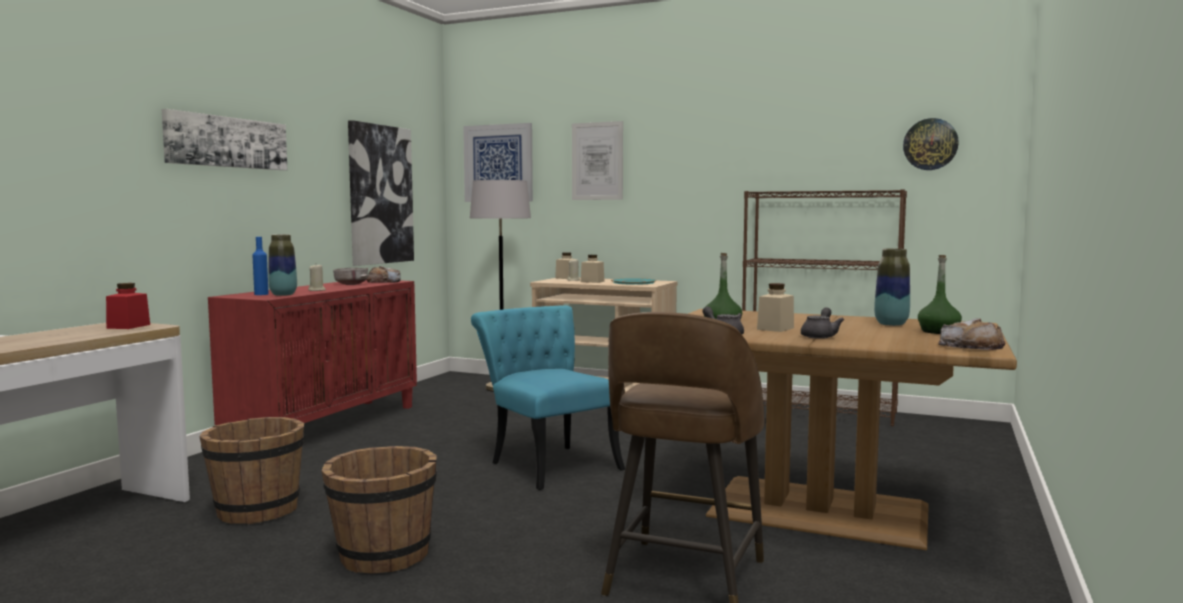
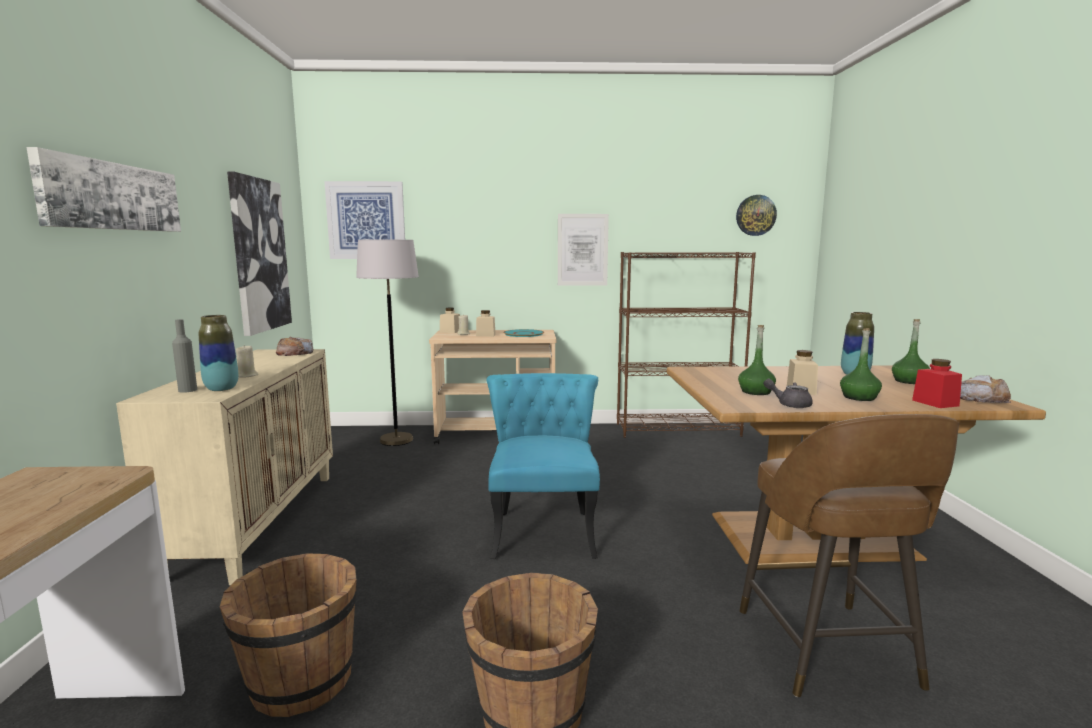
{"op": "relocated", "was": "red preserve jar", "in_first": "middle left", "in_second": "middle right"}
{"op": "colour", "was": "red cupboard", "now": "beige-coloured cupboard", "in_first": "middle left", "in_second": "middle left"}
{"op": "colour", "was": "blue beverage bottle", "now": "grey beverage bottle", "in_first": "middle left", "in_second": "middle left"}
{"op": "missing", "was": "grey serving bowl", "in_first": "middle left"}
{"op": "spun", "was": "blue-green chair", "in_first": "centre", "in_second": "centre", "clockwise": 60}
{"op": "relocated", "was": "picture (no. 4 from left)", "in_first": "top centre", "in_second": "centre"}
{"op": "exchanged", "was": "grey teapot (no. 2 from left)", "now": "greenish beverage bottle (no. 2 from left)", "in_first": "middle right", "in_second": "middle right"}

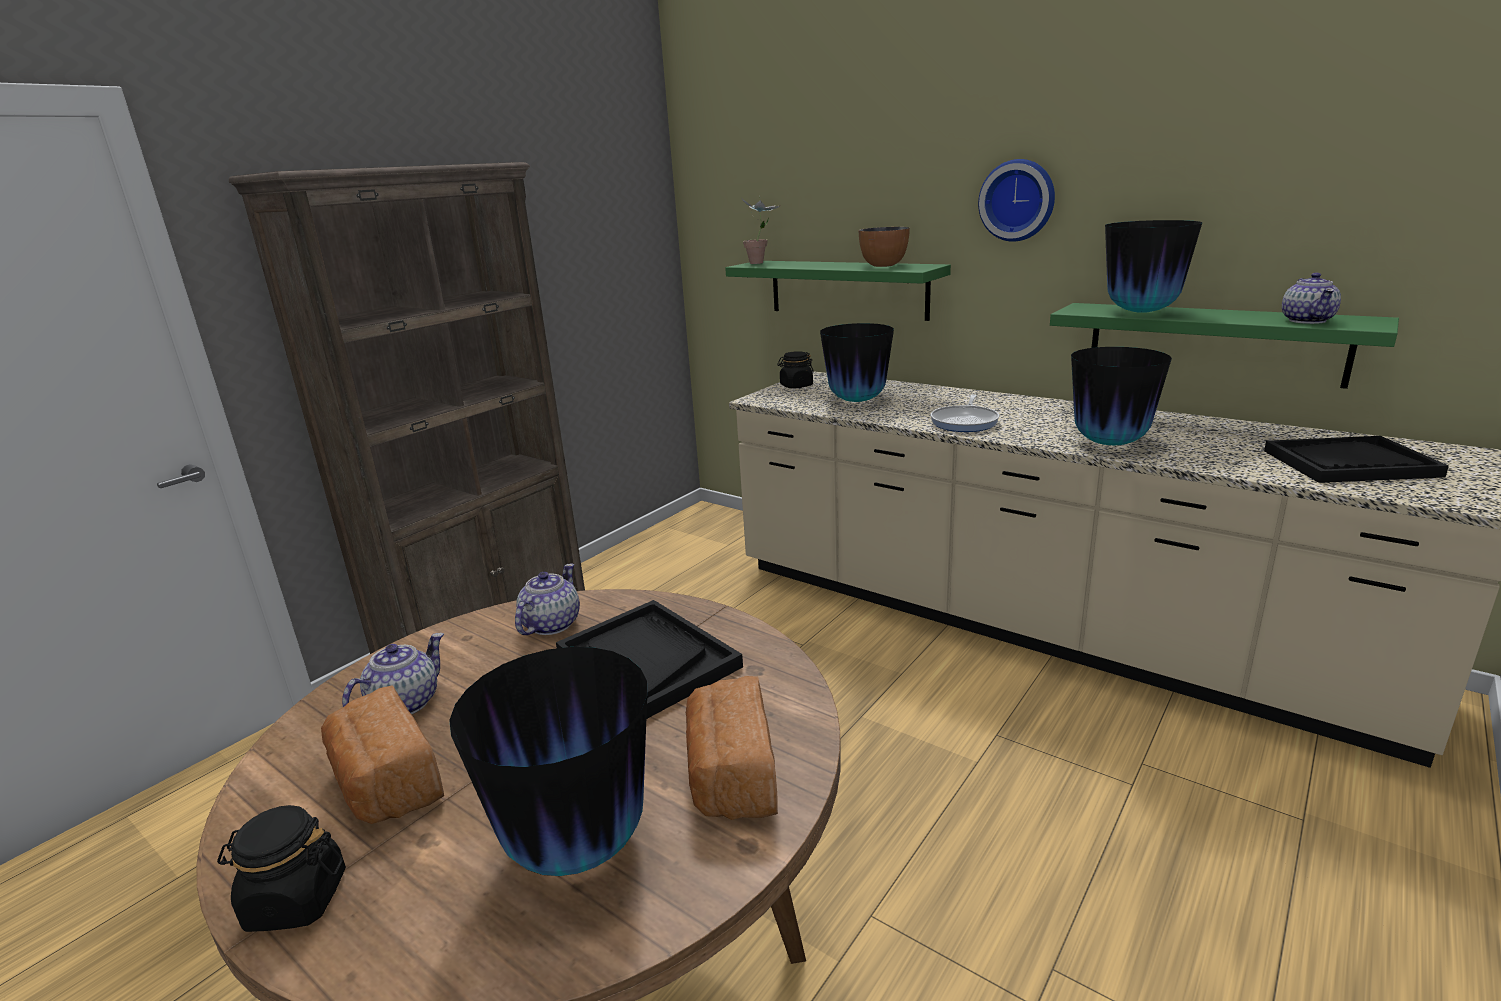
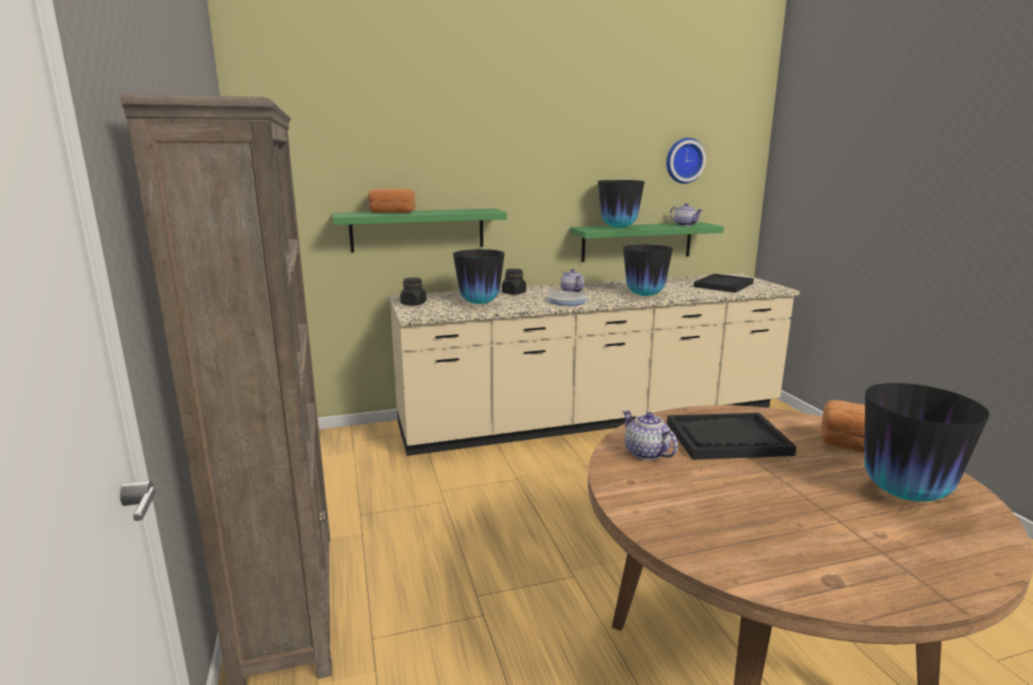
{"op": "relocated", "was": "blackish preserve jar (no. 1 from left in the first image)", "now": "blackish preserve jar (no. 2 from left)", "in_first": "bottom left", "in_second": "centre"}
{"op": "relocated", "was": "bread (no. 1 from left)", "in_first": "bottom left", "in_second": "top centre"}
{"op": "relocated", "was": "teapot (no. 1 from left)", "in_first": "bottom left", "in_second": "centre"}
{"op": "missing", "was": "potted plant", "in_first": "top centre"}
{"op": "missing", "was": "serving bowl", "in_first": "top centre"}
{"op": "relocated", "was": "wall clock", "in_first": "top right", "in_second": "top centre"}

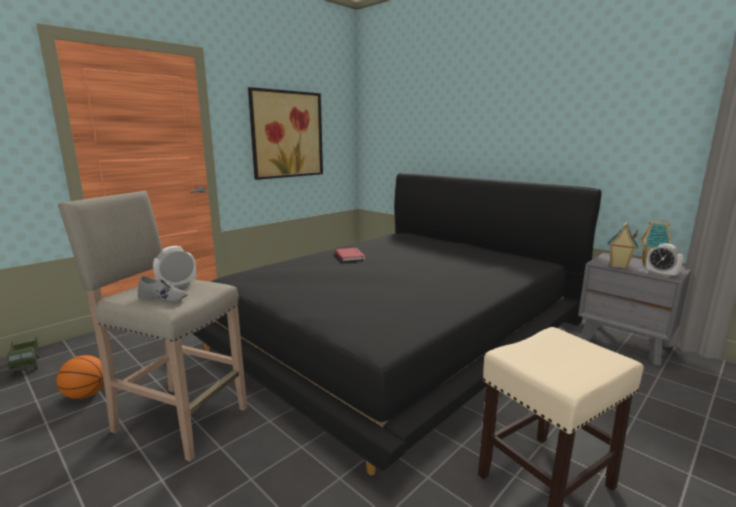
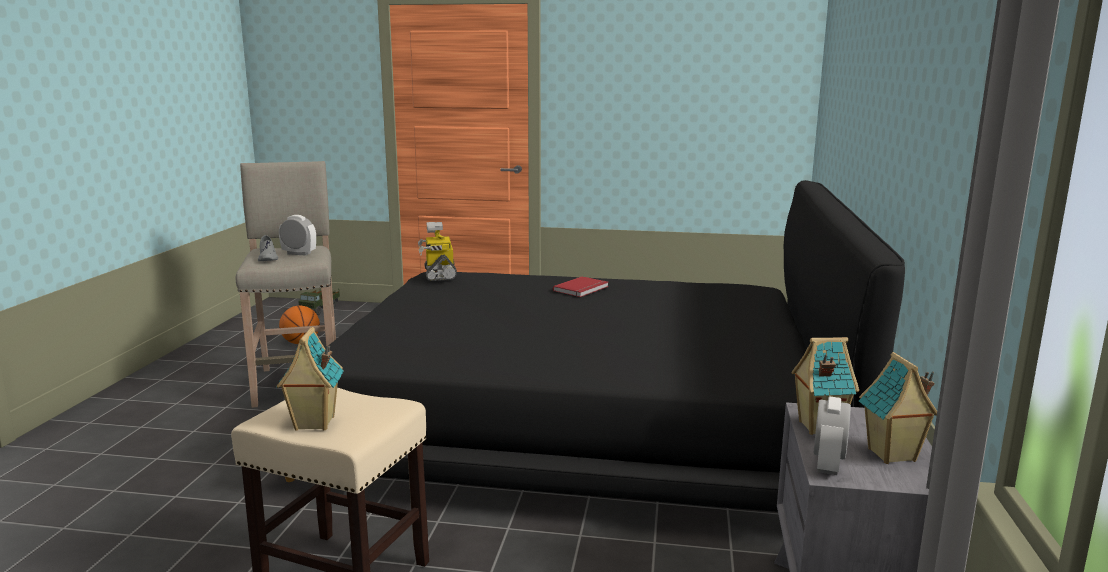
{"op": "missing", "was": "picture", "in_first": "top centre"}
{"op": "appeared", "now": "toy house (no. 1 from left)", "in_second": "middle left"}
{"op": "appeared", "now": "toy robot", "in_second": "centre"}

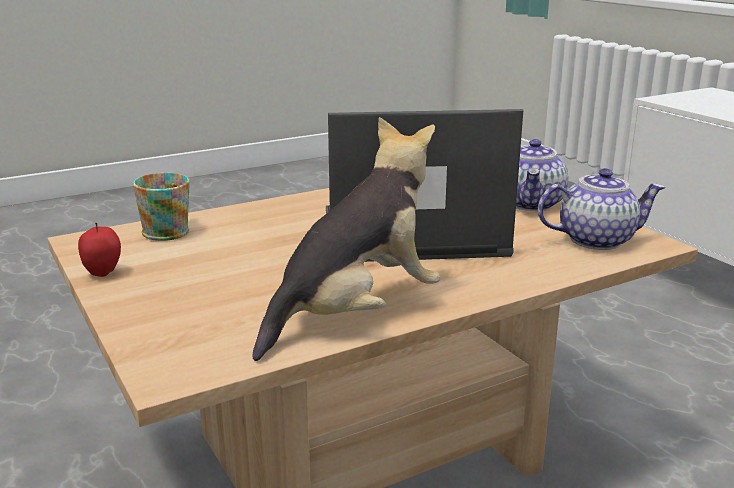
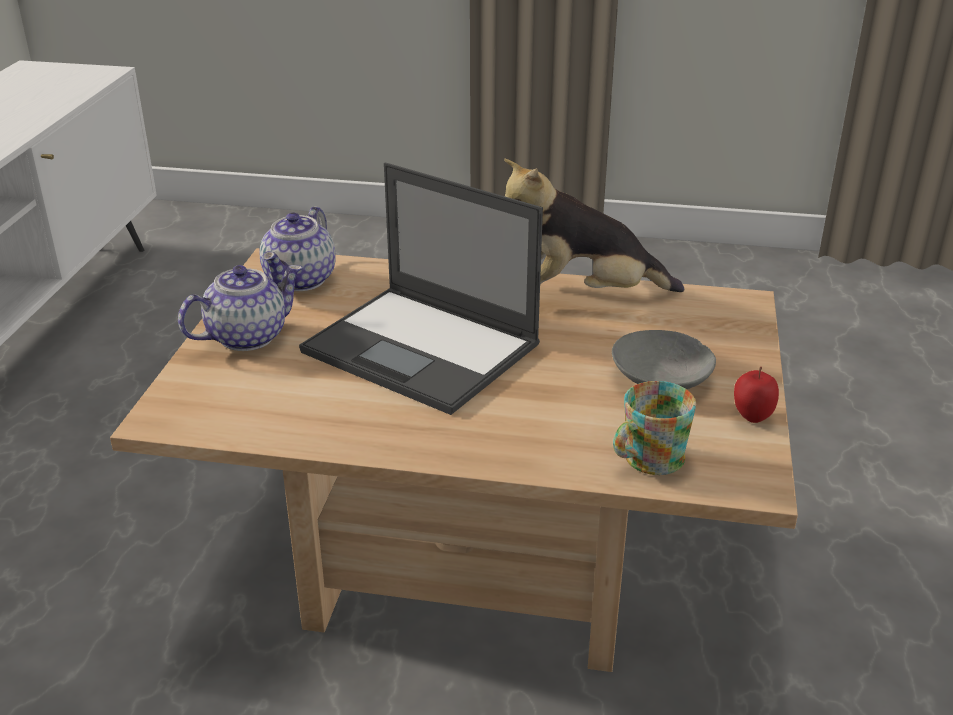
{"op": "spun", "was": "teapot (no. 2 from left)", "in_first": "middle right", "in_second": "middle left", "clockwise": -105}
{"op": "appeared", "now": "grey serving bowl", "in_second": "middle right"}

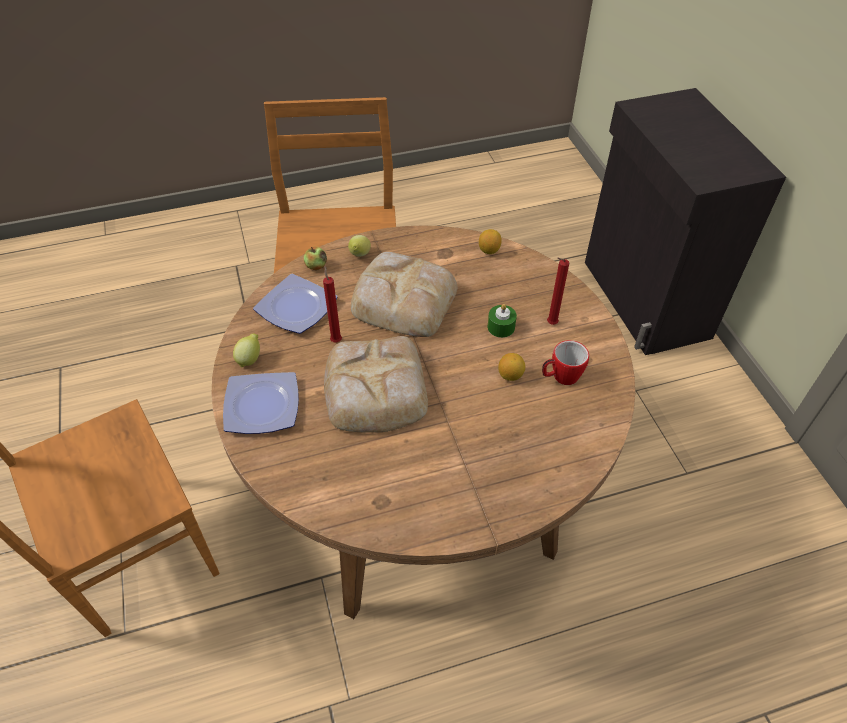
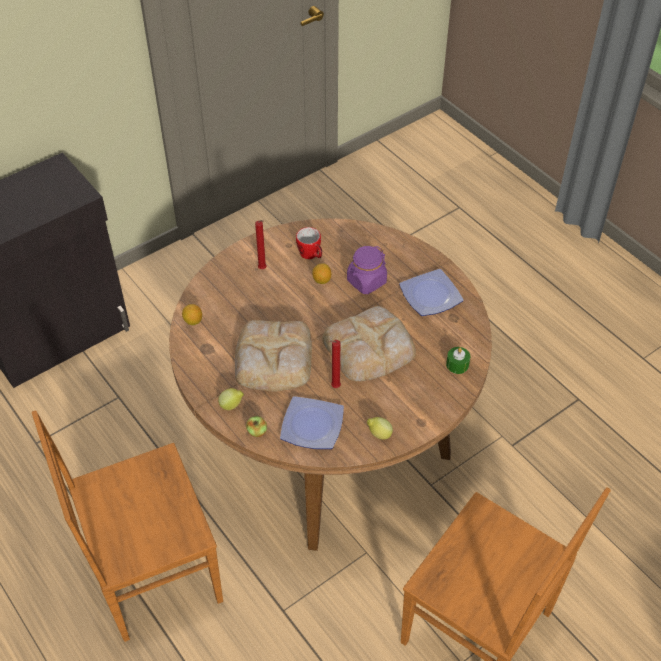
{"op": "relocated", "was": "dinner plate (no. 1 from left in the first image)", "now": "dinner plate (no. 2 from left)", "in_first": "middle left", "in_second": "centre"}
{"op": "relocated", "was": "greenish wax light", "in_first": "centre", "in_second": "middle right"}
{"op": "appeared", "now": "purplish preserve jar", "in_second": "centre"}

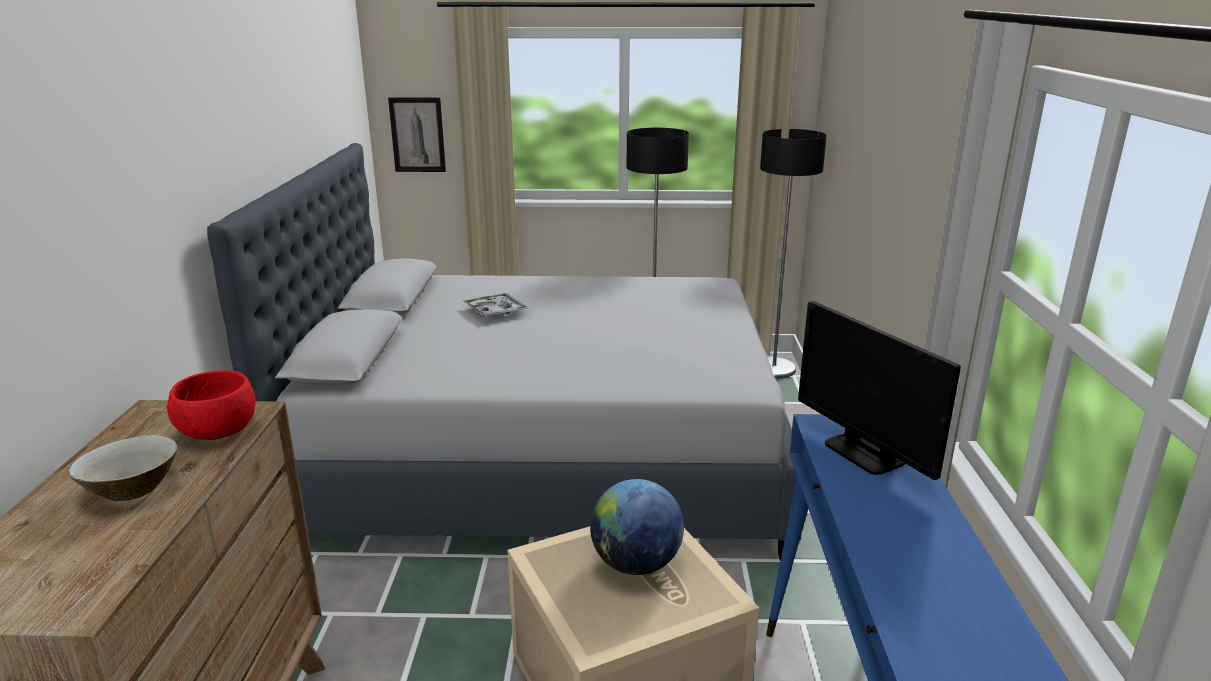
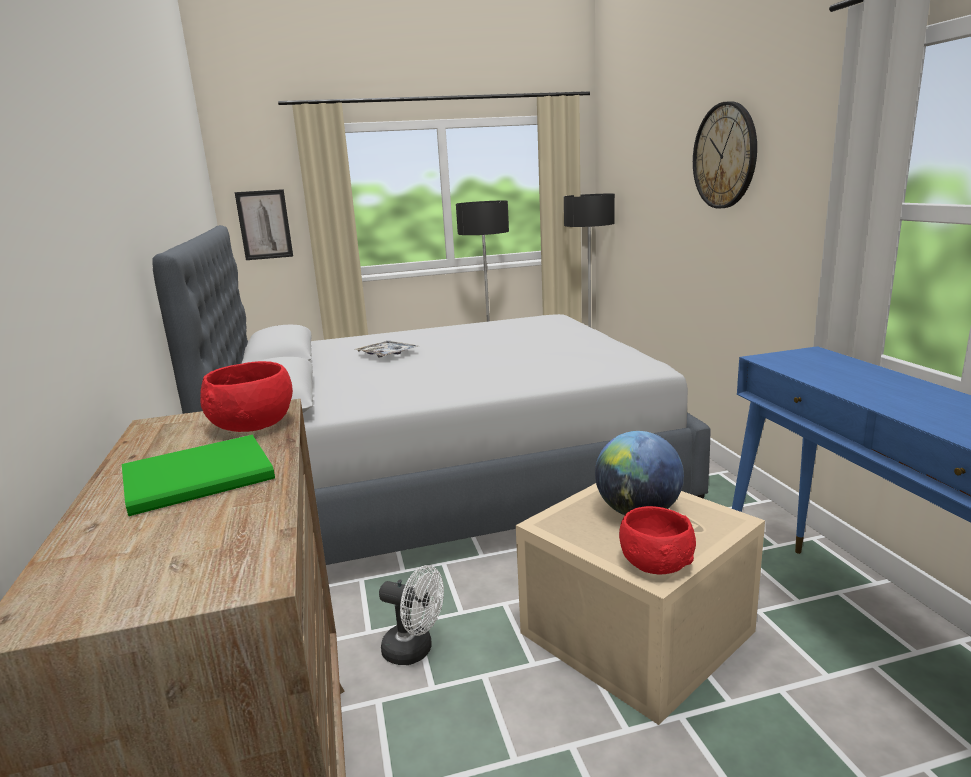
{"op": "exchanged", "was": "beige-coloured serving bowl", "now": "greenish bound book", "in_first": "bottom left", "in_second": "middle left"}
{"op": "missing", "was": "monitor", "in_first": "middle right"}
{"op": "appeared", "now": "whitish fan", "in_second": "bottom centre"}
{"op": "appeared", "now": "red serving bowl (no. 2 from left)", "in_second": "bottom right"}
{"op": "appeared", "now": "wall clock", "in_second": "top right"}

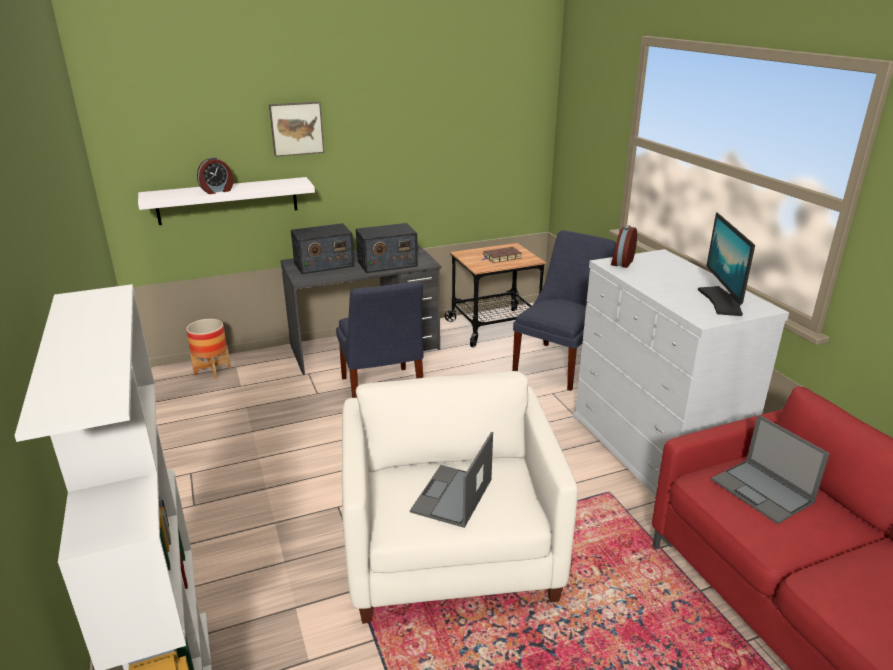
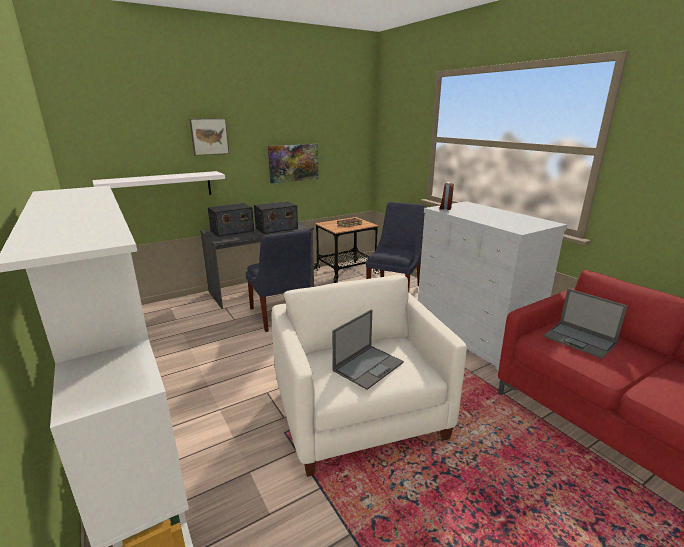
{"op": "missing", "was": "plant pot", "in_first": "middle left"}
{"op": "missing", "was": "alarm clock (no. 1 from left)", "in_first": "top left"}
{"op": "spun", "was": "portable computer (no. 1 from left)", "in_first": "bottom centre", "in_second": "centre", "clockwise": -150}
{"op": "missing", "was": "monitor", "in_first": "middle right"}
{"op": "appeared", "now": "picture (no. 2 from left)", "in_second": "top centre"}

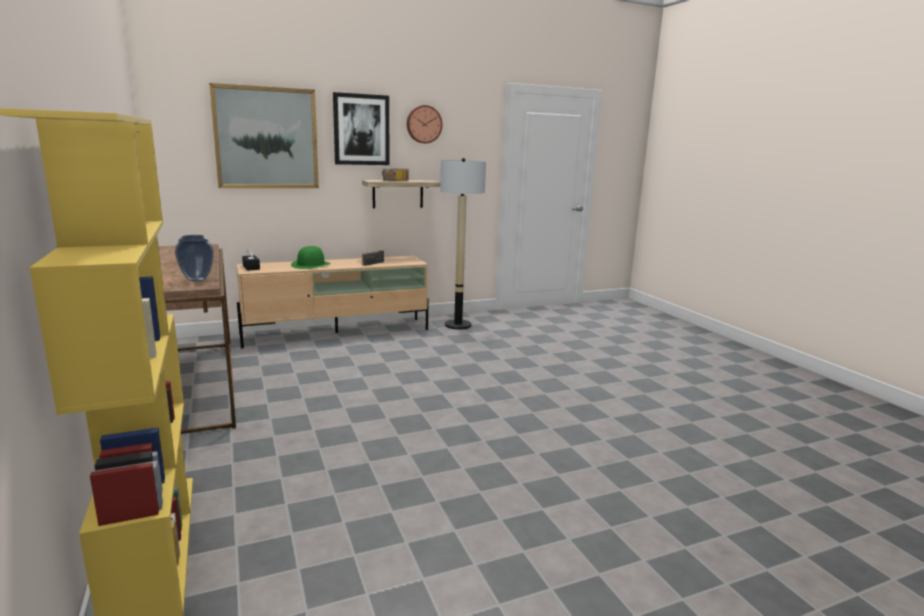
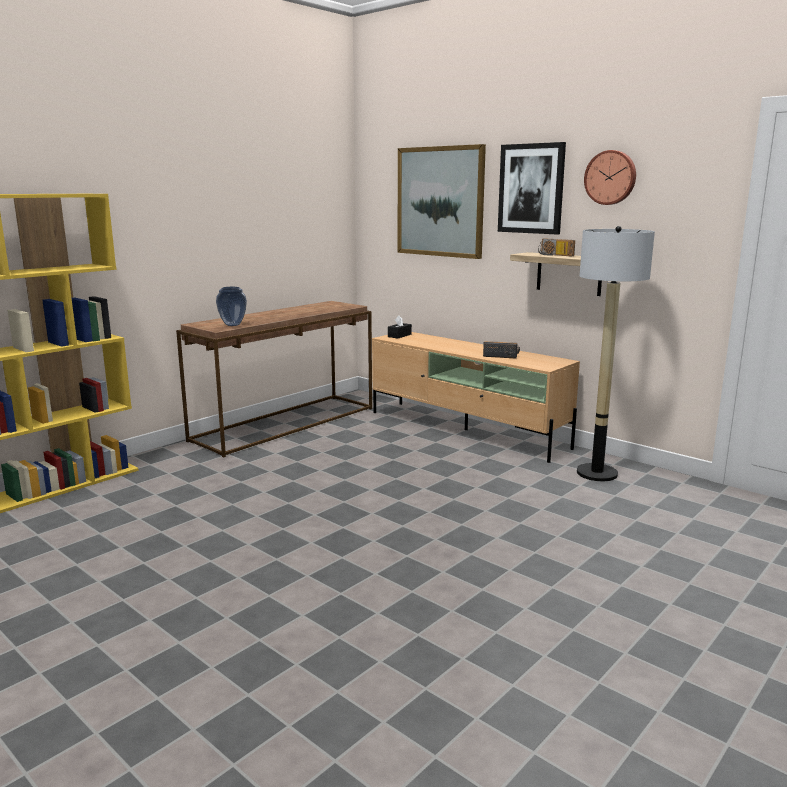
{"op": "missing", "was": "greenish wearable hat", "in_first": "centre"}

